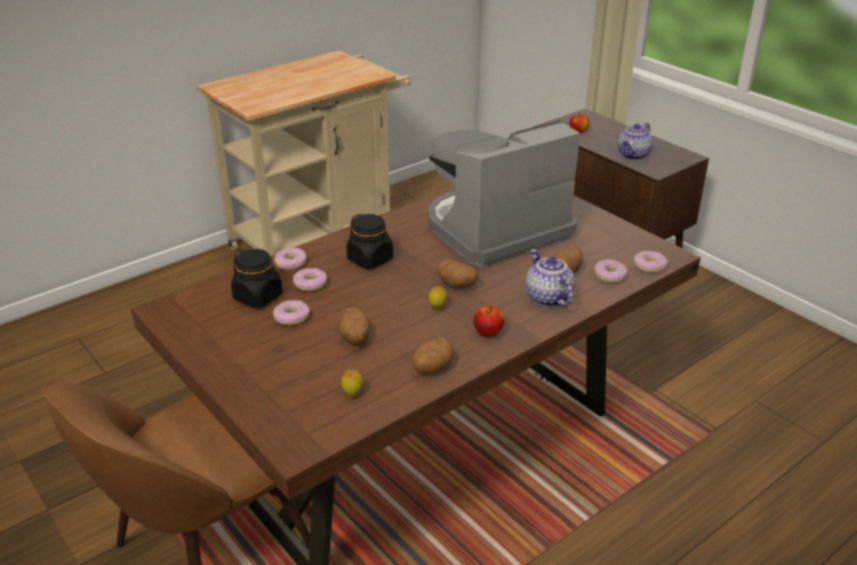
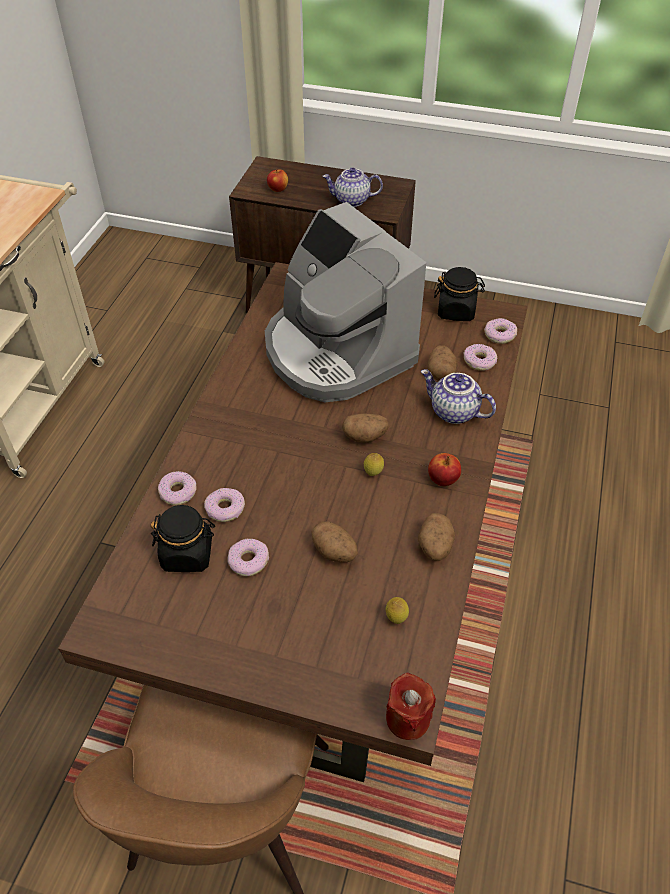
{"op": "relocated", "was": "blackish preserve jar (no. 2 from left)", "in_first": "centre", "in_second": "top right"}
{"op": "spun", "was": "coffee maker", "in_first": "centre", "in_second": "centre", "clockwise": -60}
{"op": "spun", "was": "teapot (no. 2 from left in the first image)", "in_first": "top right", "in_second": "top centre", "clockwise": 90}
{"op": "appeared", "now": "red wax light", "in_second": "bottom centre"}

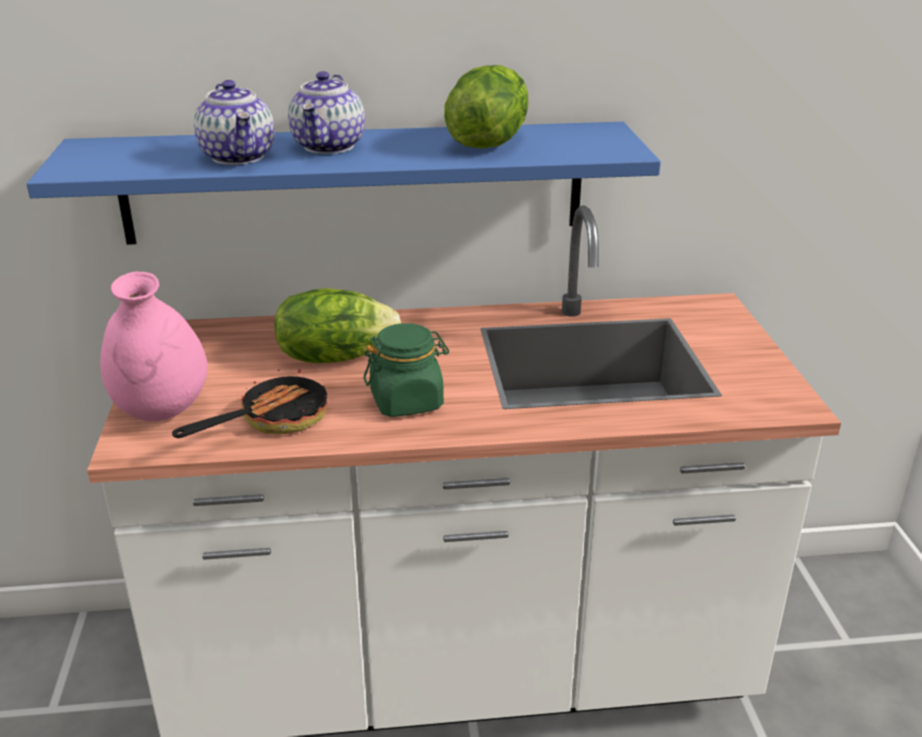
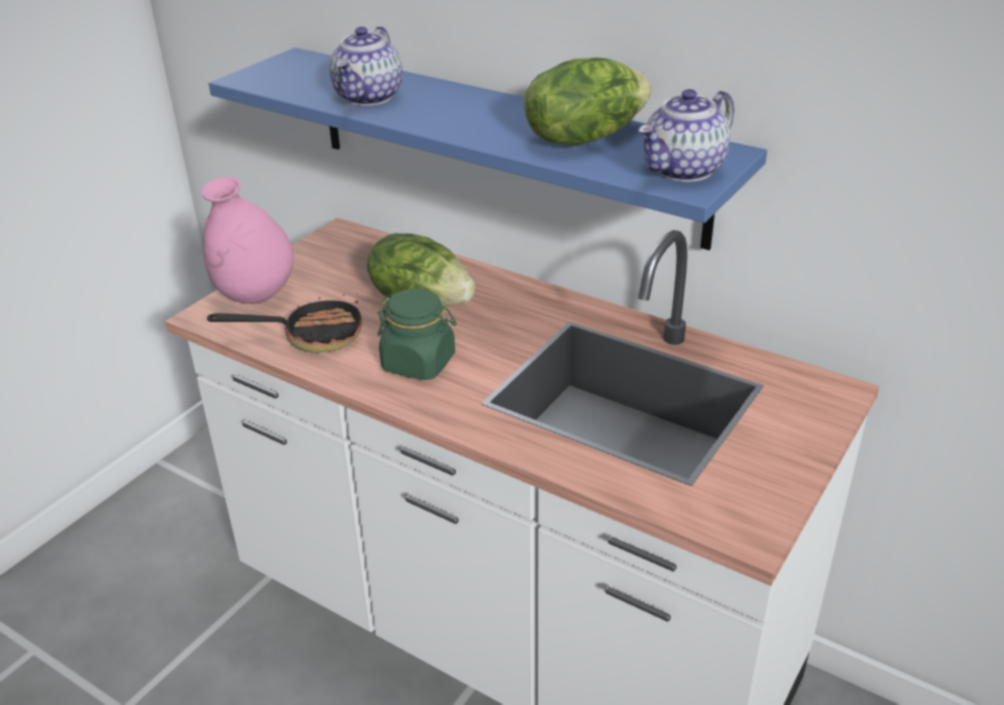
{"op": "relocated", "was": "teapot (no. 2 from left)", "in_first": "top centre", "in_second": "top right"}

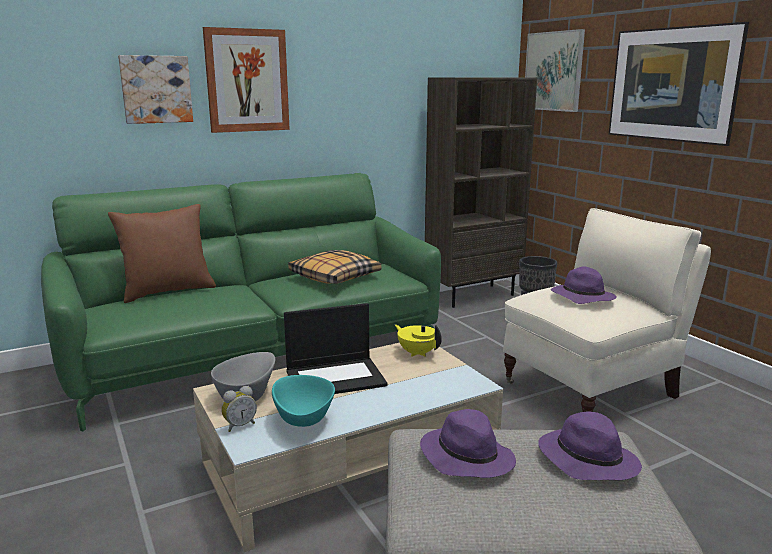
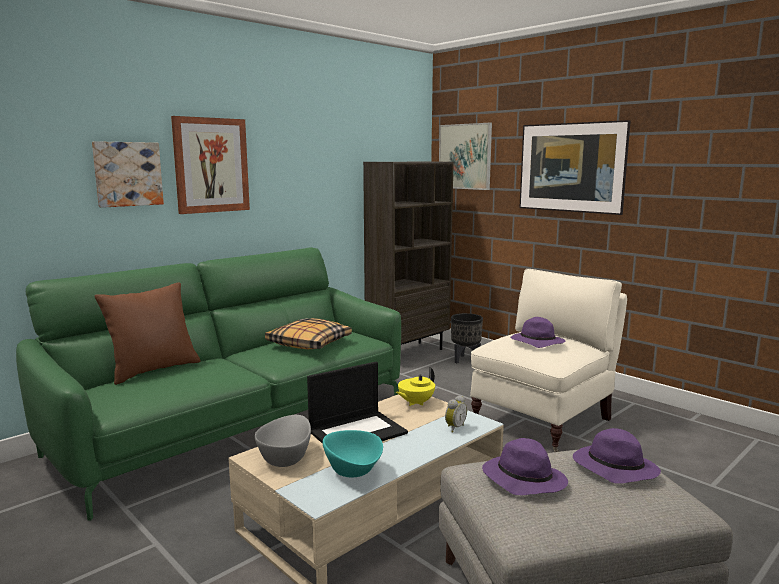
{"op": "relocated", "was": "alarm clock", "in_first": "bottom left", "in_second": "bottom centre"}
{"op": "spun", "was": "yellow teapot", "in_first": "centre", "in_second": "centre", "clockwise": -75}

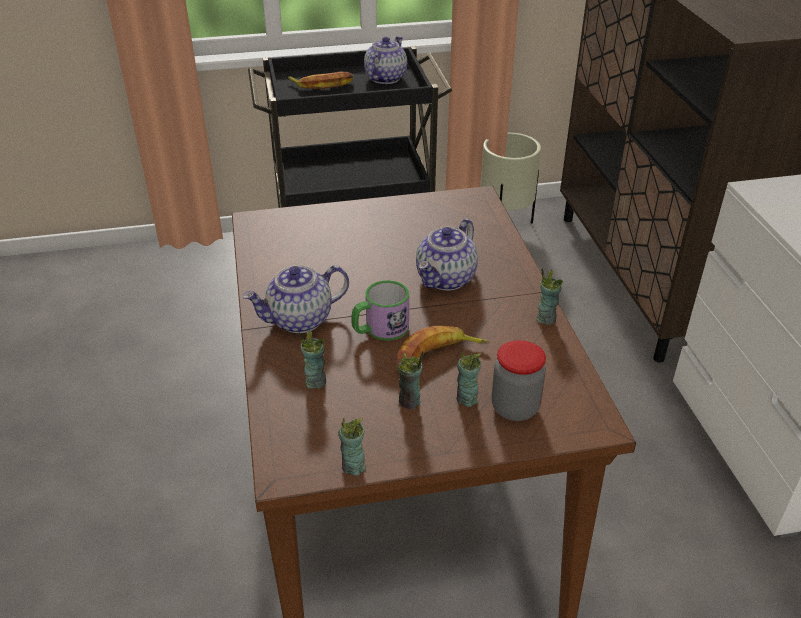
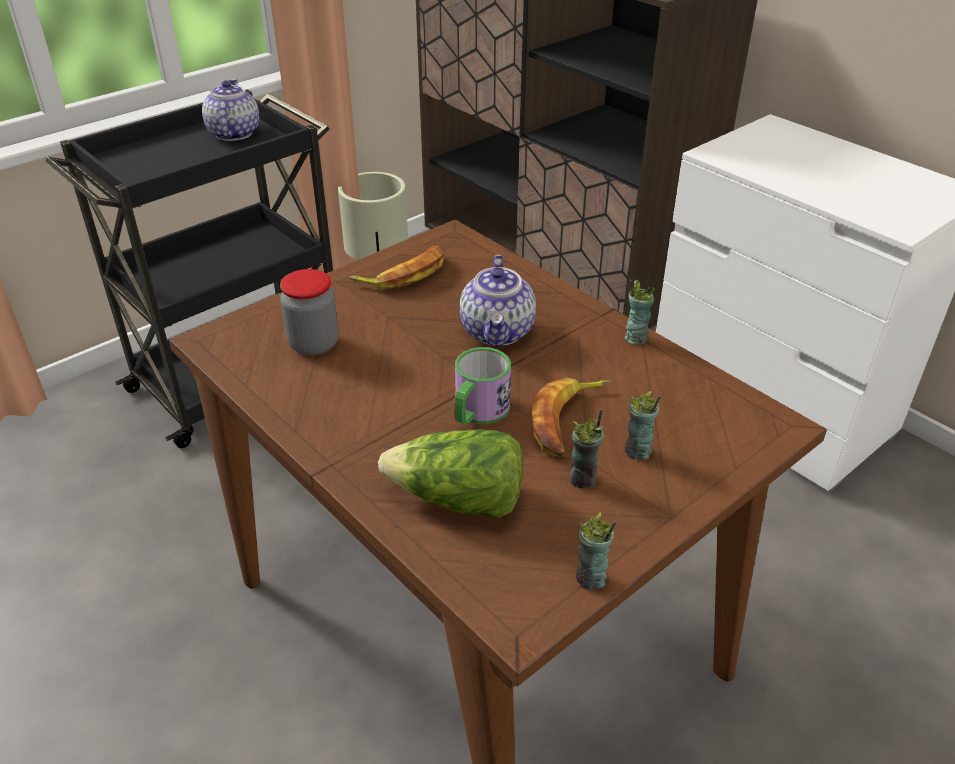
{"op": "missing", "was": "teapot (no. 1 from left)", "in_first": "centre"}
{"op": "relocated", "was": "whole banana (no. 1 from left)", "in_first": "top centre", "in_second": "centre"}
{"op": "exchanged", "was": "drinking cup (no. 1 from left)", "now": "lettuce head", "in_first": "centre", "in_second": "centre"}
{"op": "relocated", "was": "preserve jar", "in_first": "centre", "in_second": "middle left"}

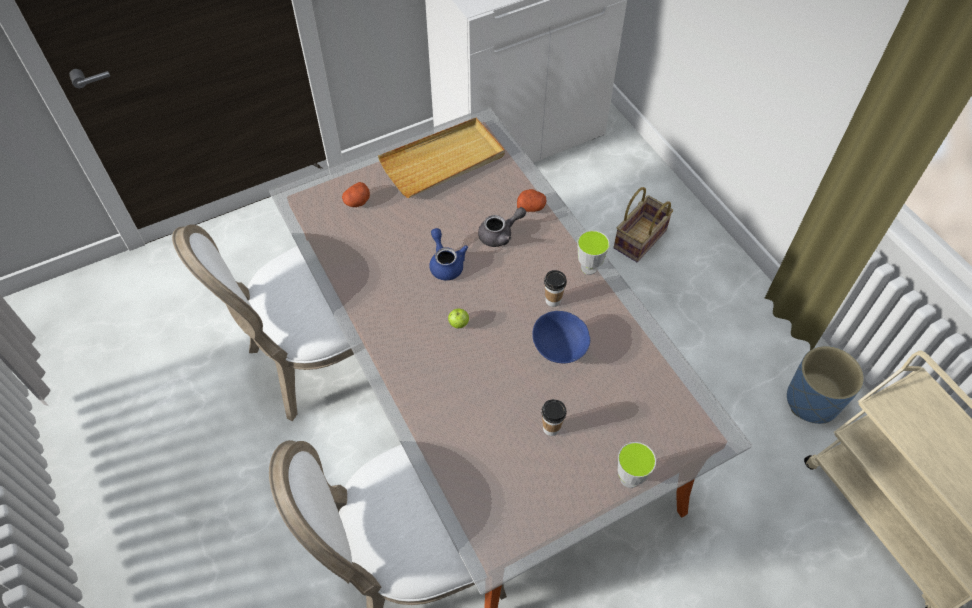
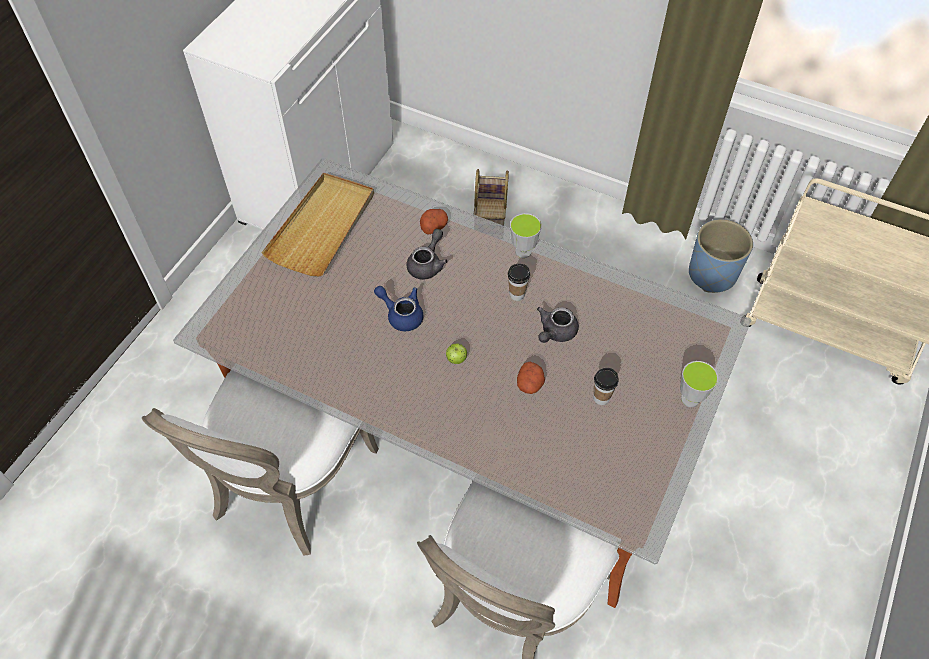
{"op": "relocated", "was": "whole potato (no. 1 from left in the first image)", "now": "whole potato (no. 2 from left)", "in_first": "top centre", "in_second": "centre"}
{"op": "exchanged", "was": "blue serving bowl", "now": "grey teapot (no. 2 from left)", "in_first": "centre", "in_second": "centre"}

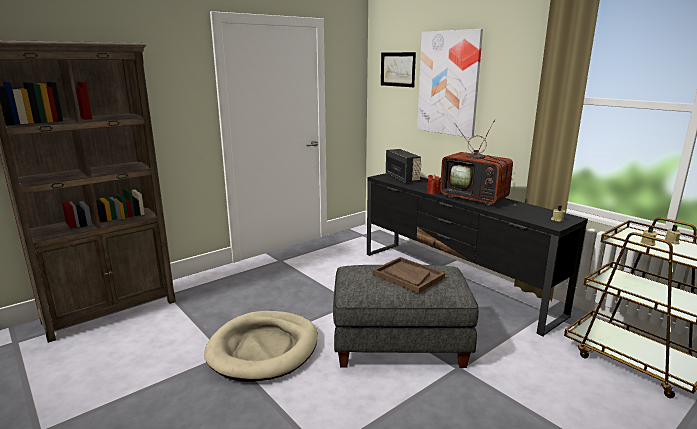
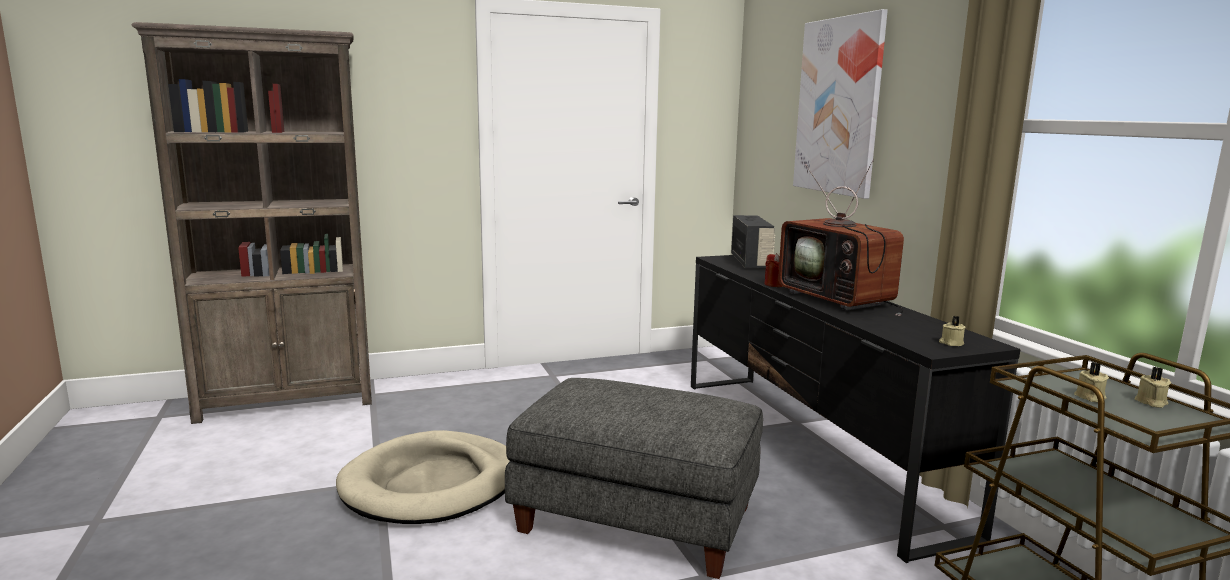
{"op": "missing", "was": "brown serving tray", "in_first": "centre"}
{"op": "missing", "was": "picture (no. 1 from left)", "in_first": "top centre"}

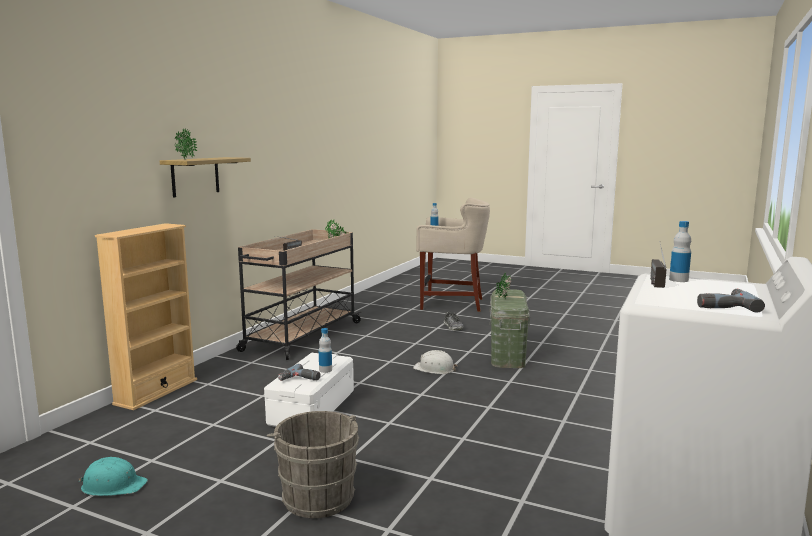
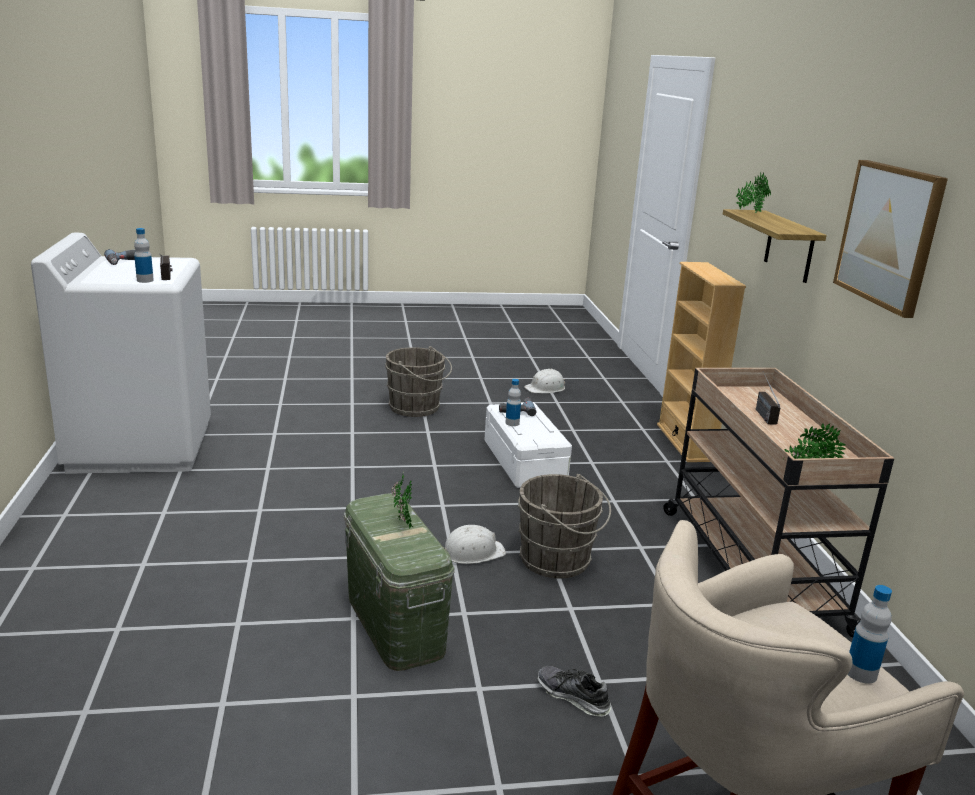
{"op": "colour", "was": "blue-green hard hat", "now": "whitish hard hat (no. 2 from left)", "in_first": "bottom left", "in_second": "centre"}
{"op": "appeared", "now": "grey pail (no. 2 from left)", "in_second": "centre"}
{"op": "appeared", "now": "picture", "in_second": "top right"}

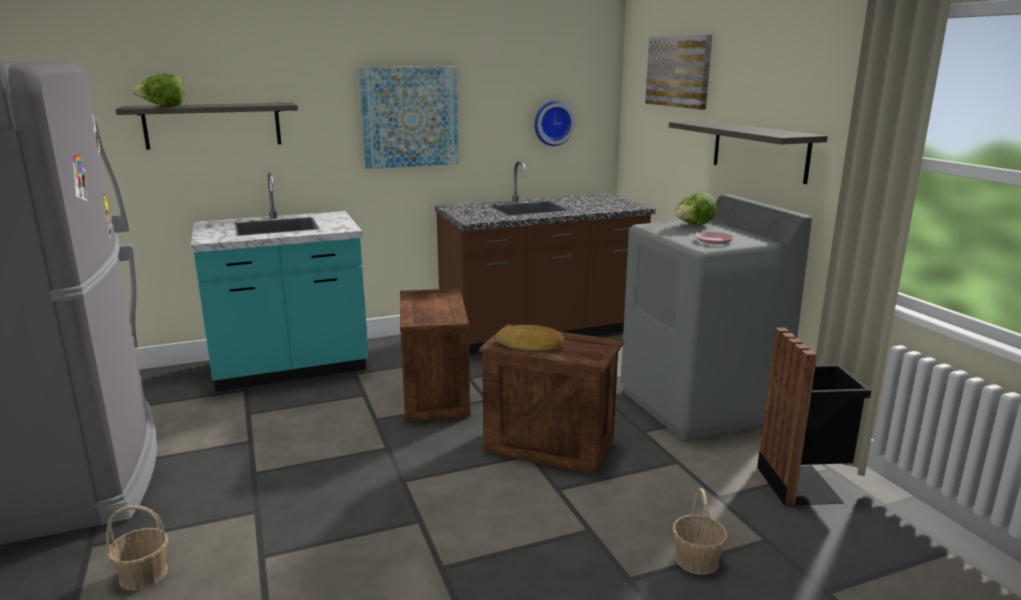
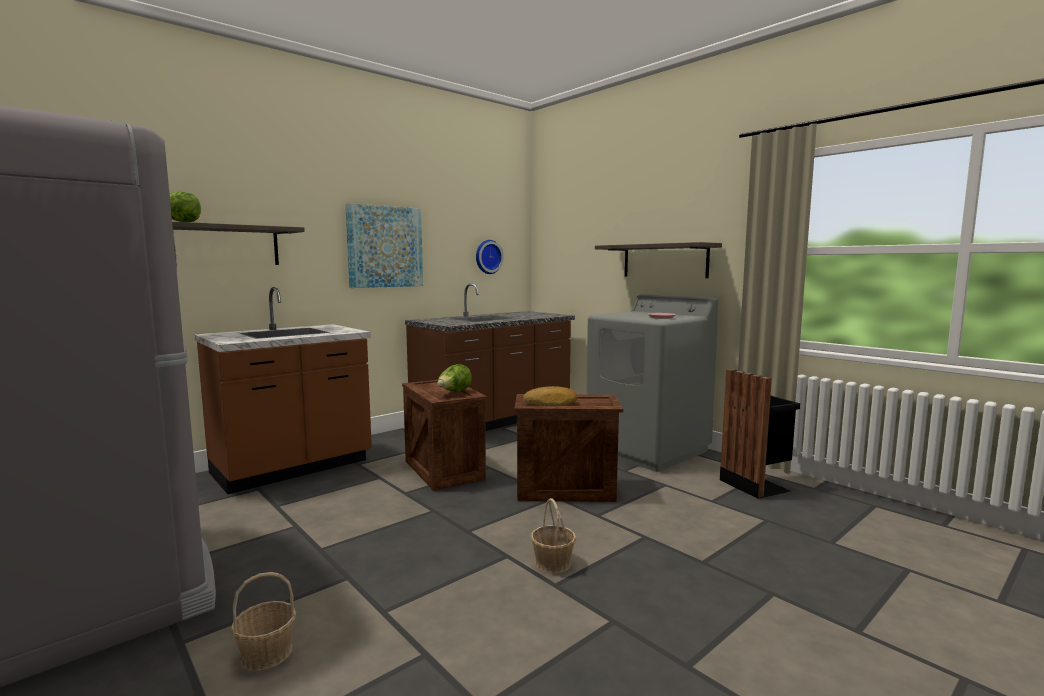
{"op": "colour", "was": "blue-green counter", "now": "brown counter (no. 1 from left)", "in_first": "middle left", "in_second": "middle left"}
{"op": "missing", "was": "picture (no. 2 from left)", "in_first": "top centre"}
{"op": "relocated", "was": "storage basket (no. 2 from left)", "in_first": "bottom right", "in_second": "bottom centre"}
{"op": "relocated", "was": "lettuce head (no. 2 from left)", "in_first": "middle right", "in_second": "centre"}

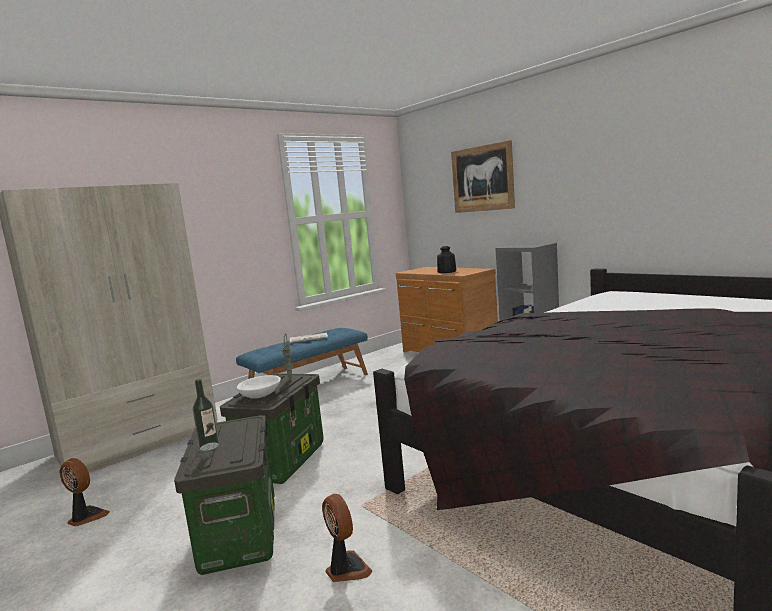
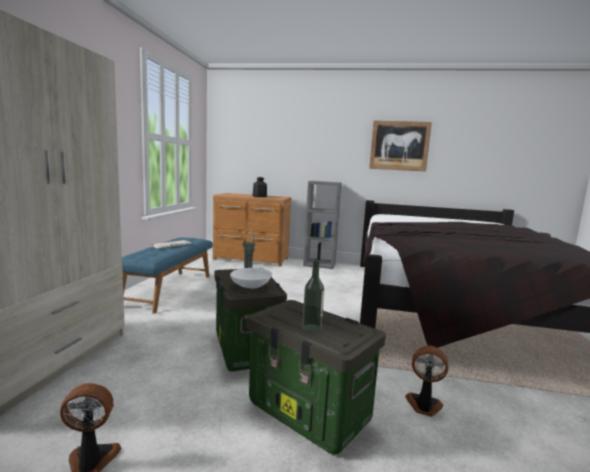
{"op": "relocated", "was": "picture", "in_first": "top centre", "in_second": "top right"}

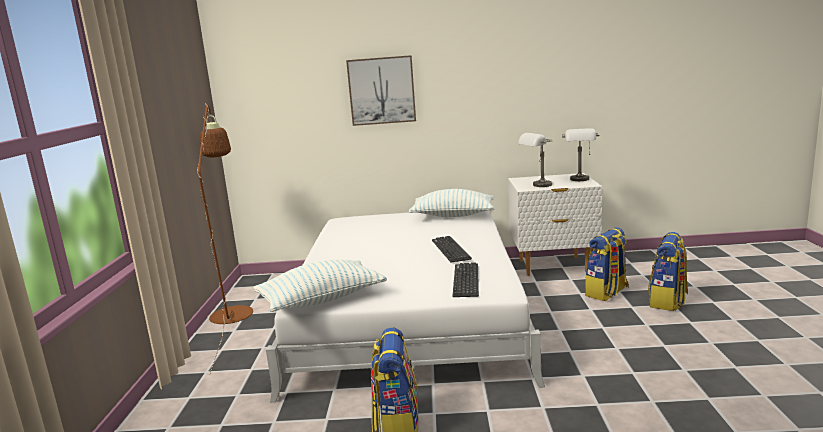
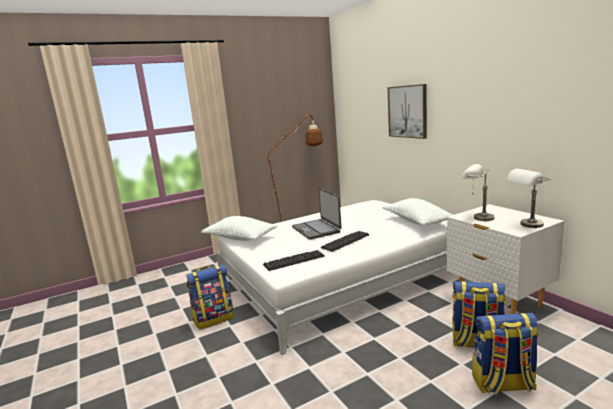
{"op": "appeared", "now": "portable computer", "in_second": "centre"}

